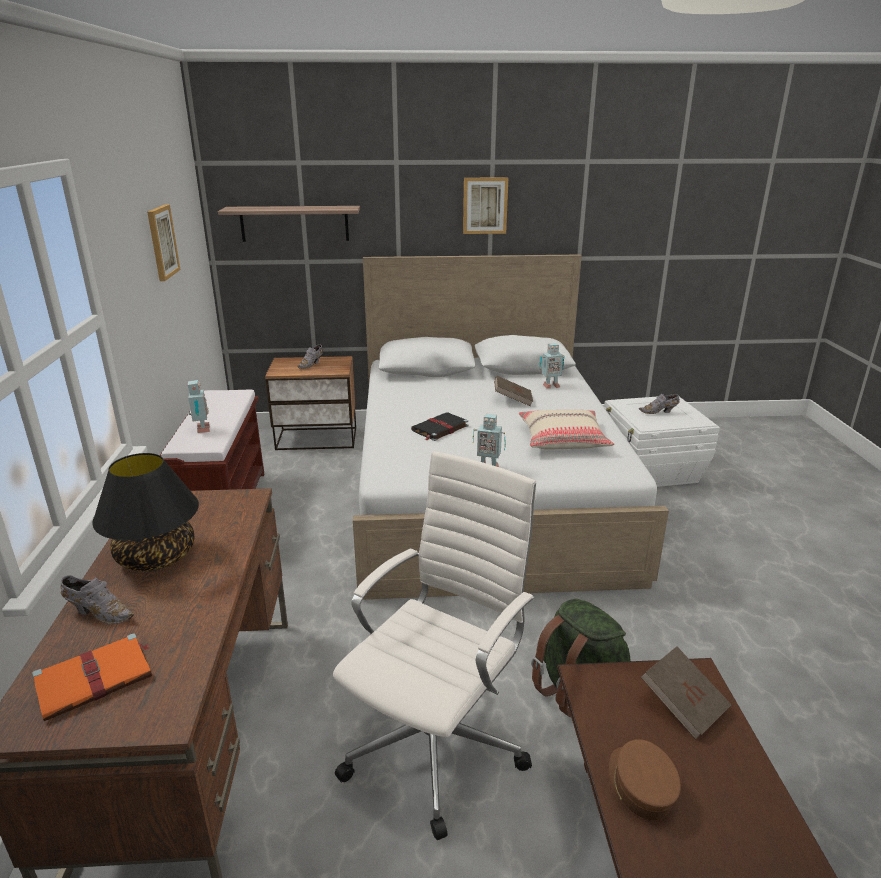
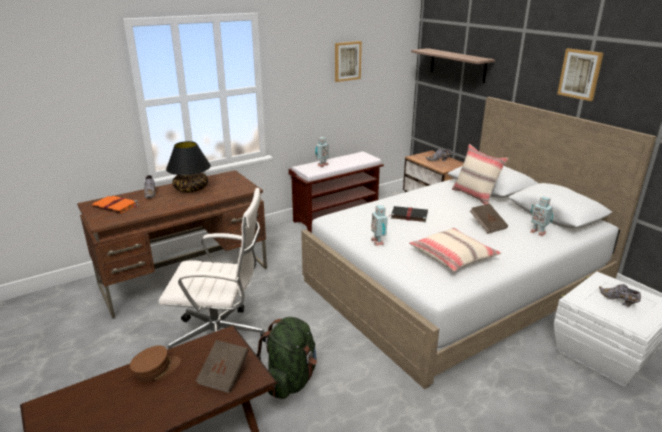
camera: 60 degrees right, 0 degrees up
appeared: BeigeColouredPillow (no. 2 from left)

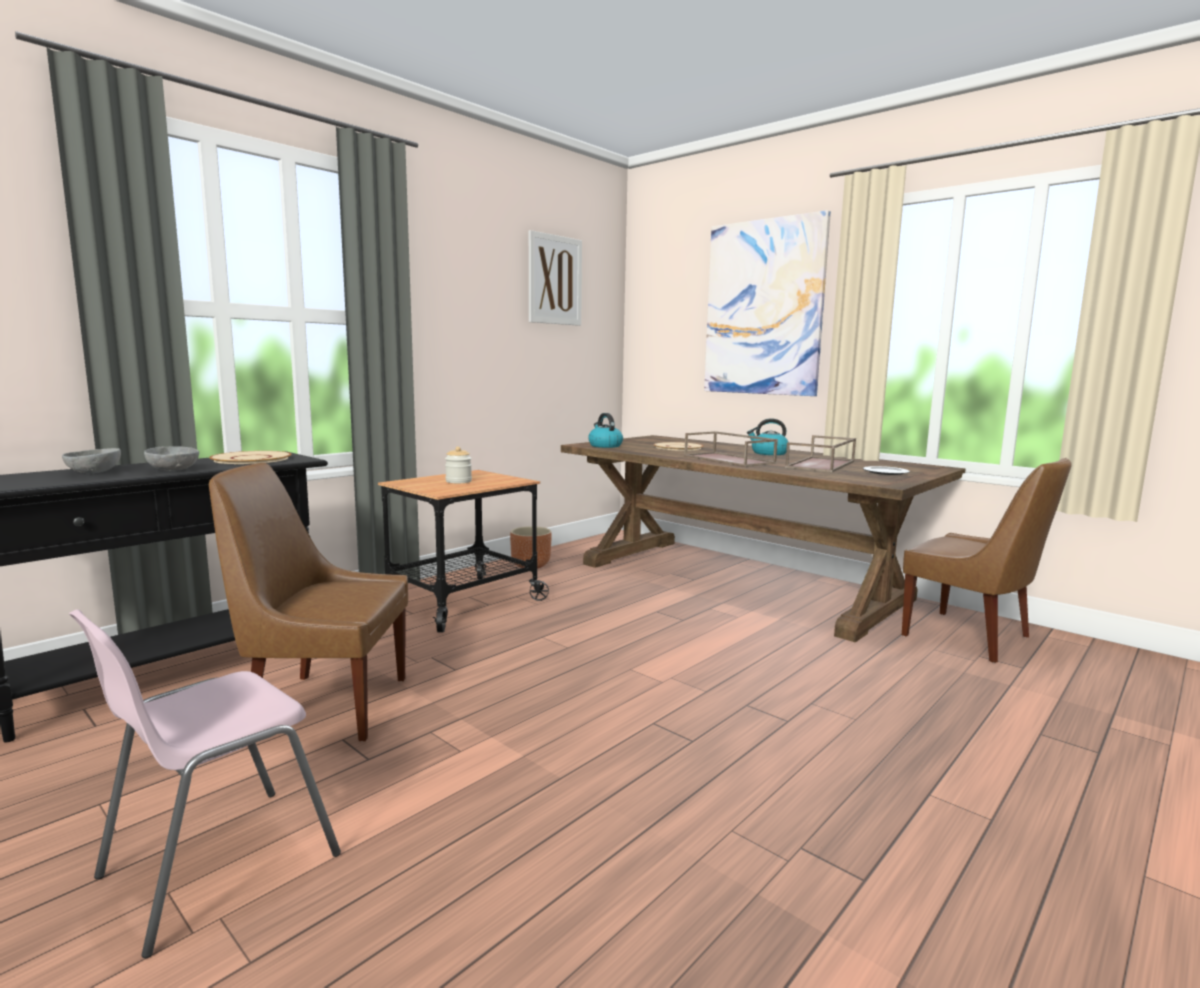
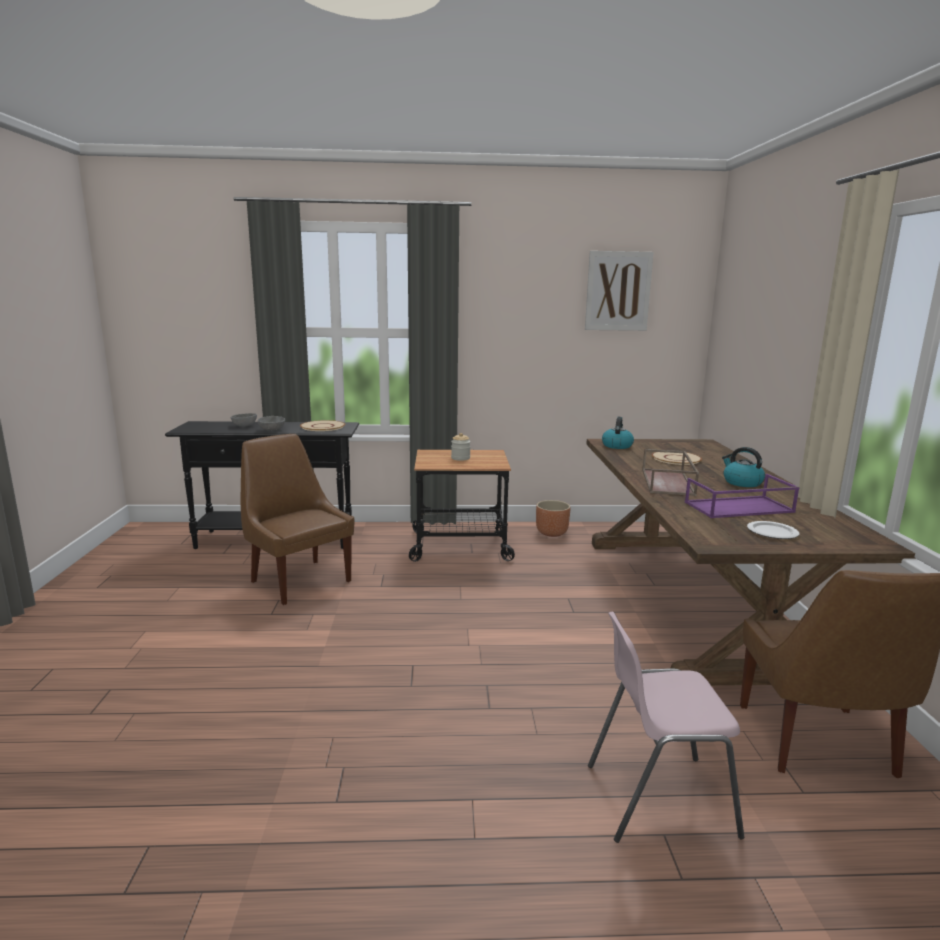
camera: 45 degrees right, 5 degrees up
missing: Picture (no. 2 from left)
relocated: PinkPlainChair
colour: BrownishServingTray (no. 2 from left) to PurpleServingTray

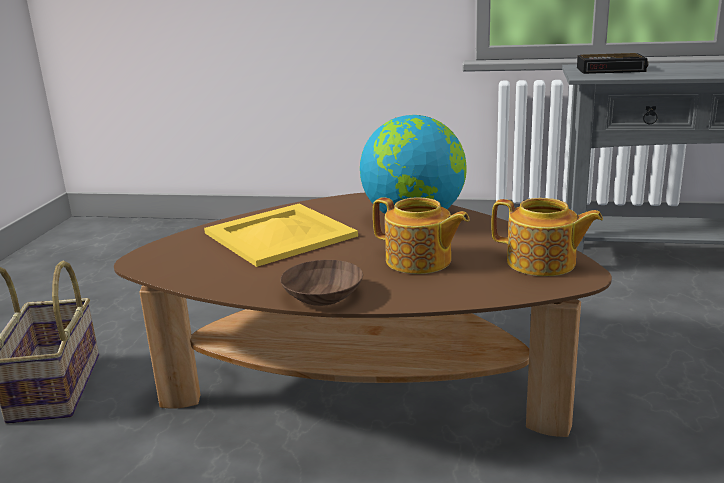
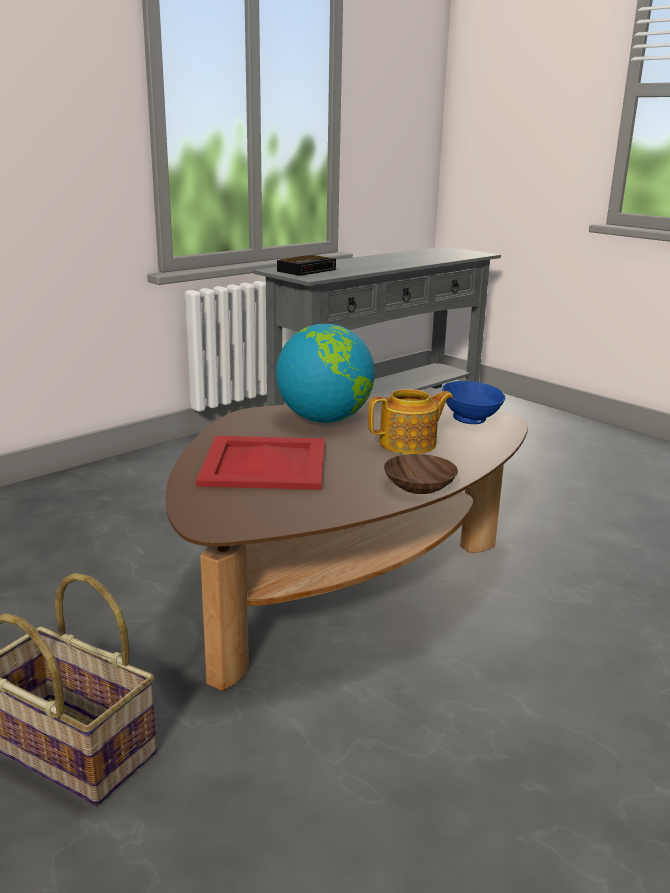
camera: 55 degrees left, 0 degrees up
exchanged: Teapot (no. 2 from left) to BlueDeepDish
colour: YellowServingTray to RedServingTray

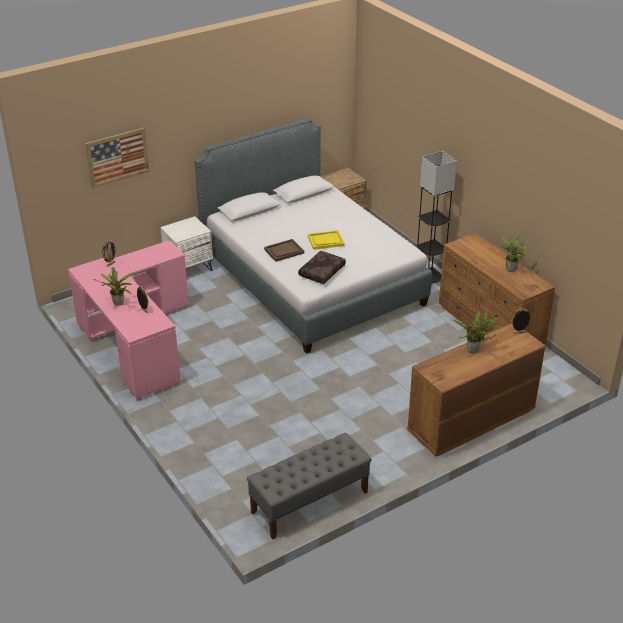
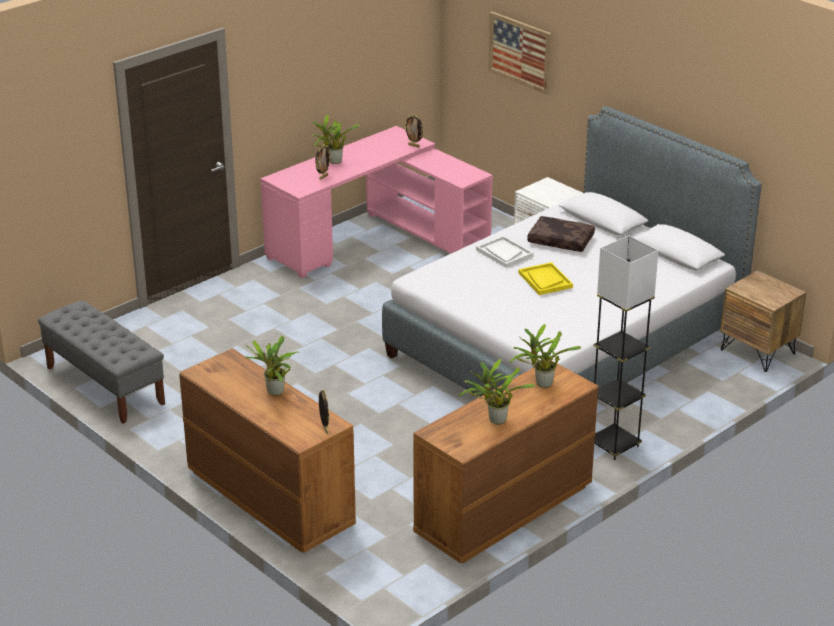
camera: 80 degrees right, 5 degrees down
appeared: PottedPlant (no. 4 from left)
relocated: BrownishPillow
colour: BrownishServingTray to WhiteServingTray

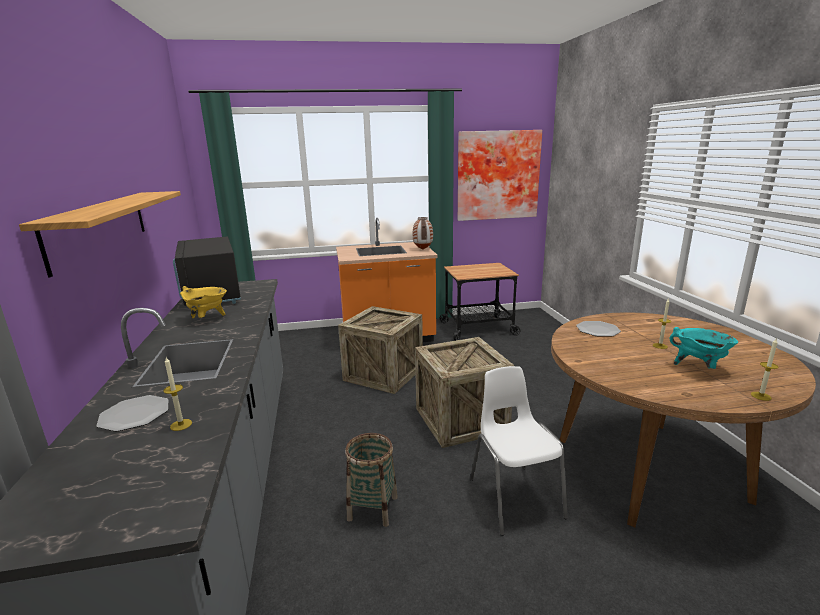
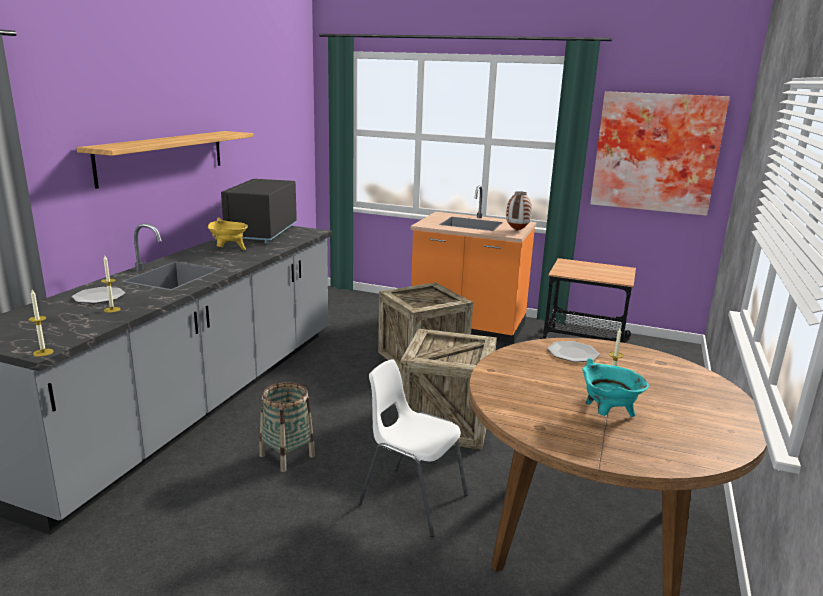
camera: 30 degrees right, 0 degrees up
relocated: WaxLight (no. 3 from left in the first image) to WaxLight (no. 1 from left)
spun: WhitePlainChair 75 degrees counterclockwise

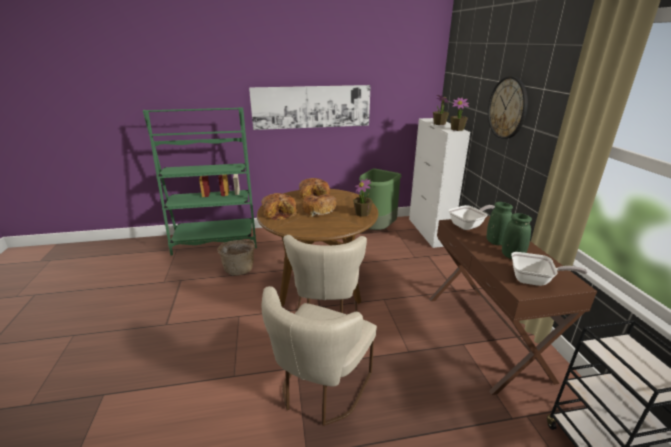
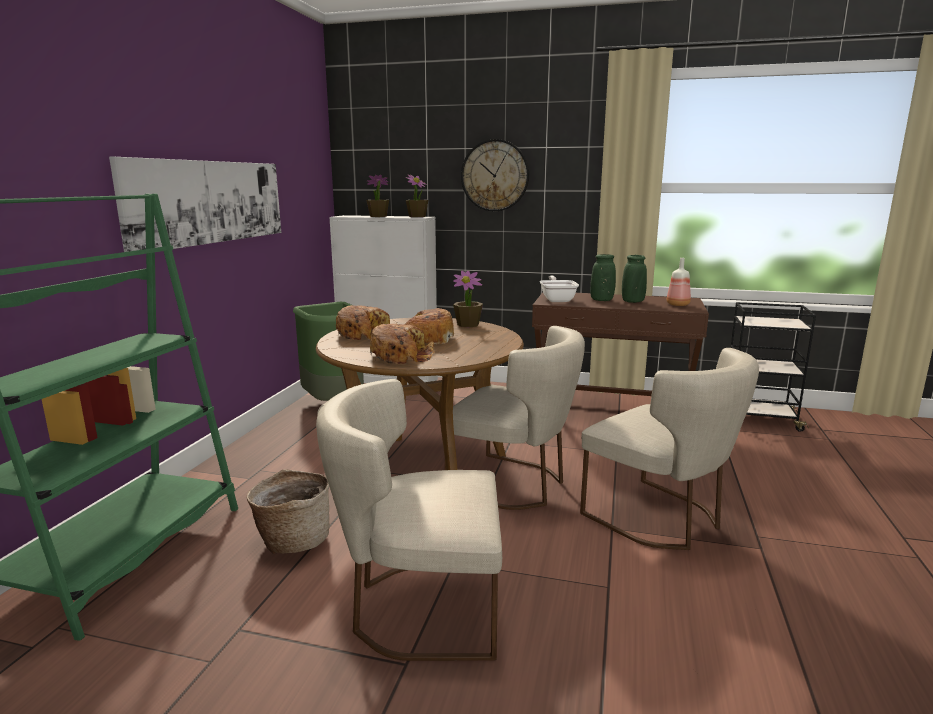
camera: 65 degrees left, 10 degrees down
appeared: BeigeColouredPlainChair (no. 1 from left)
exchanged: Skillet (no. 2 from left) to BeverageBottle

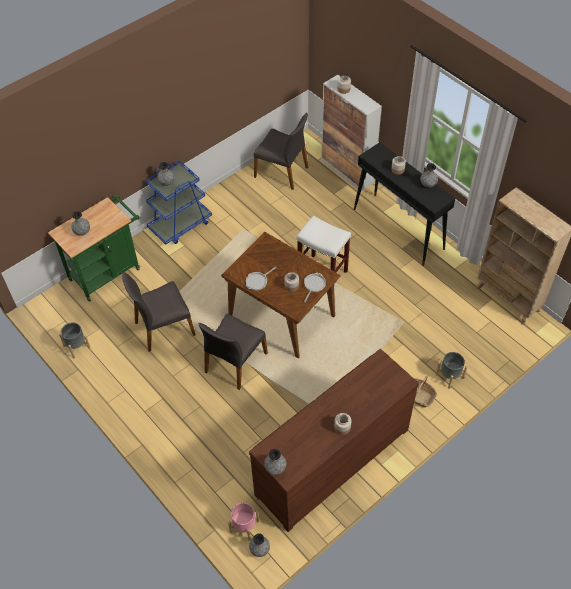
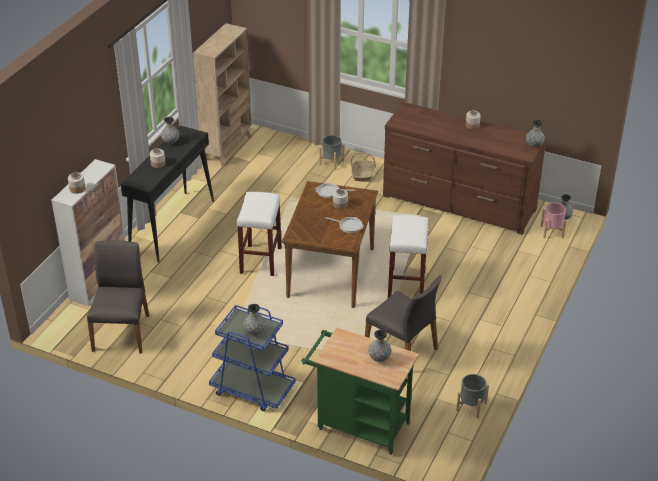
camera: 115 degrees left, 15 degrees down
exchanged: GreyishPlainChair (no. 2 from left) to WhiteSittingStool (no. 2 from left)

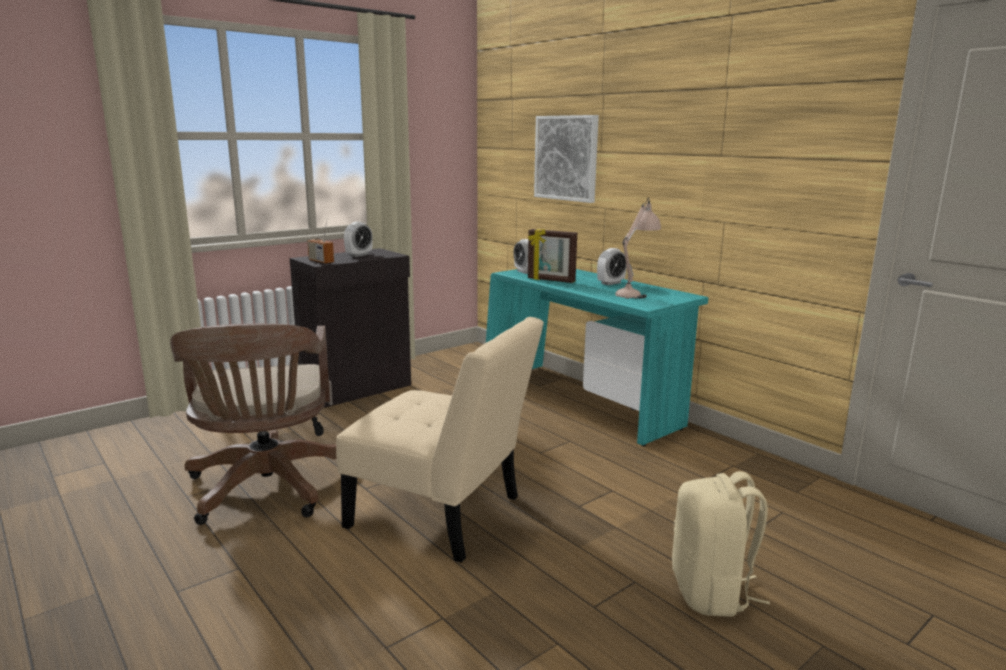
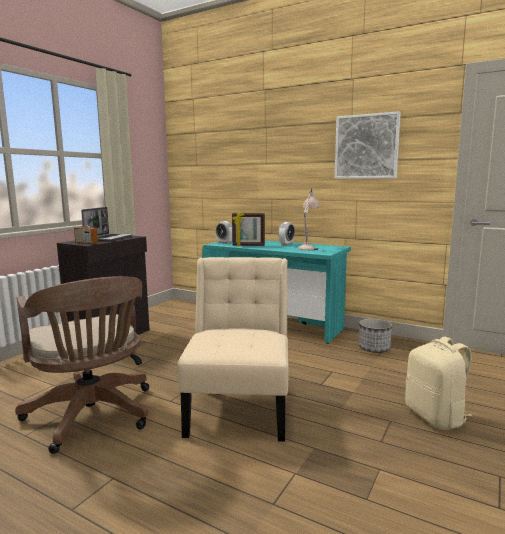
camera: 20 degrees left, 5 degrees down
appeared: FlowerPot
relocated: Picture
exchanged: BedsideClock (no. 1 from left) to Laptop
spun: BeigeColouredPlainChair 90 degrees counterclockwise

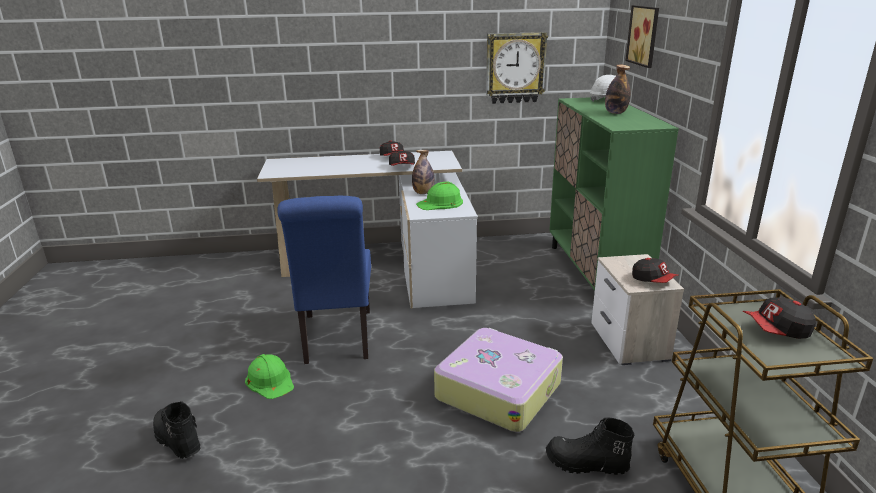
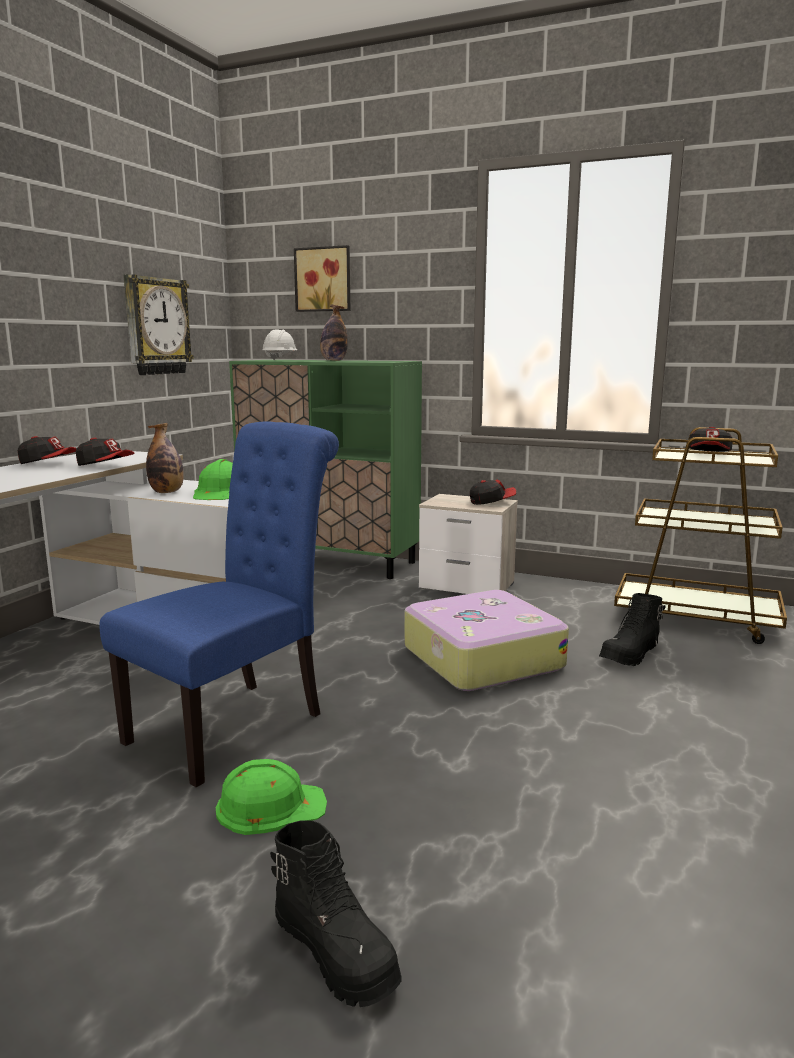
camera: 60 degrees left, 10 degrees down
spun: BlackColouredTallBoot (no. 1 from left) 120 degrees counterclockwise; BluePlainChair 75 degrees counterclockwise

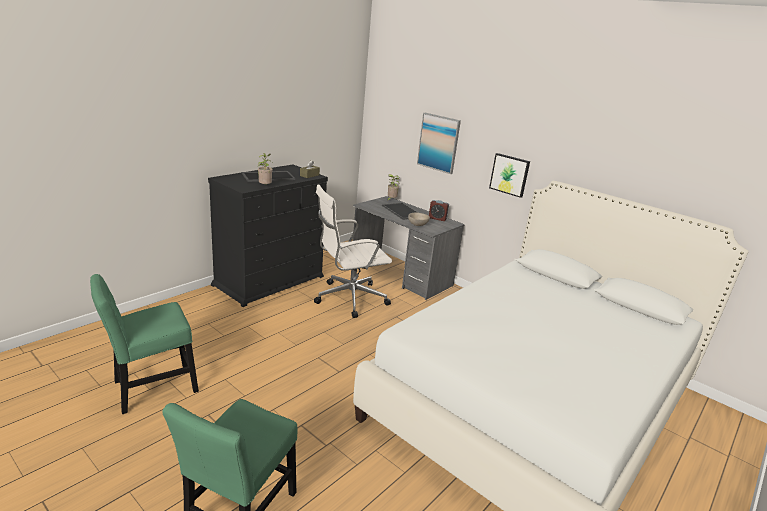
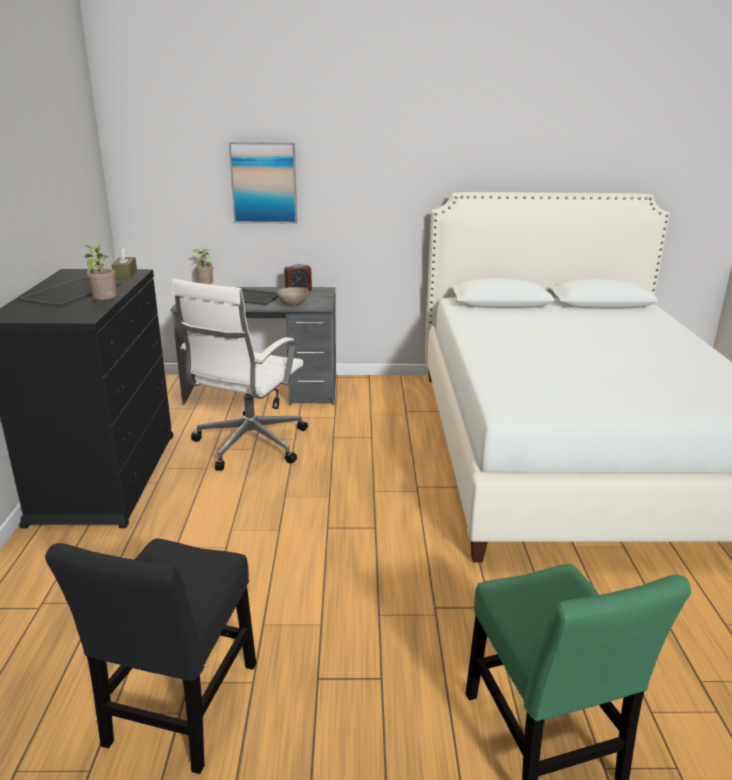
camera: 40 degrees left, 0 degrees up
missing: Picture (no. 2 from left)
colour: GreenishPlainChair (no. 1 from left) to BlackColouredPlainChair

